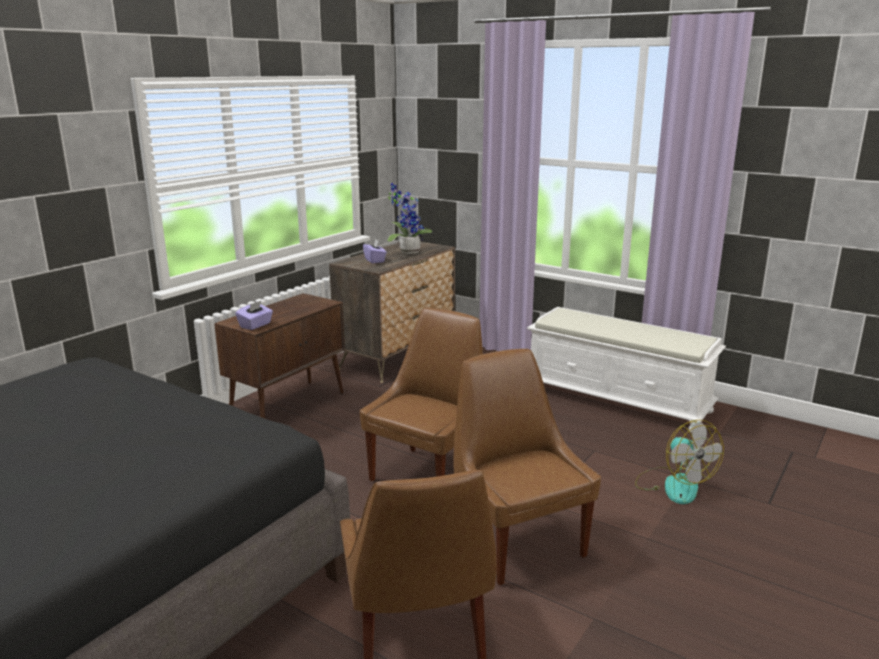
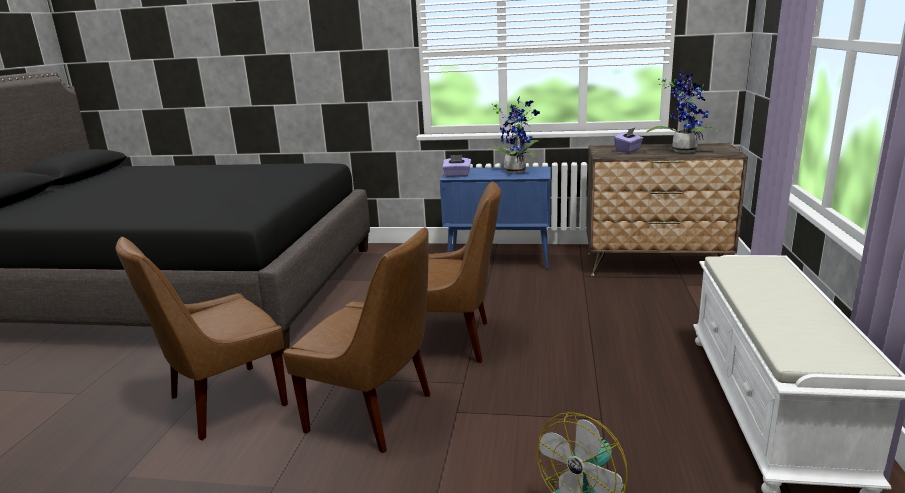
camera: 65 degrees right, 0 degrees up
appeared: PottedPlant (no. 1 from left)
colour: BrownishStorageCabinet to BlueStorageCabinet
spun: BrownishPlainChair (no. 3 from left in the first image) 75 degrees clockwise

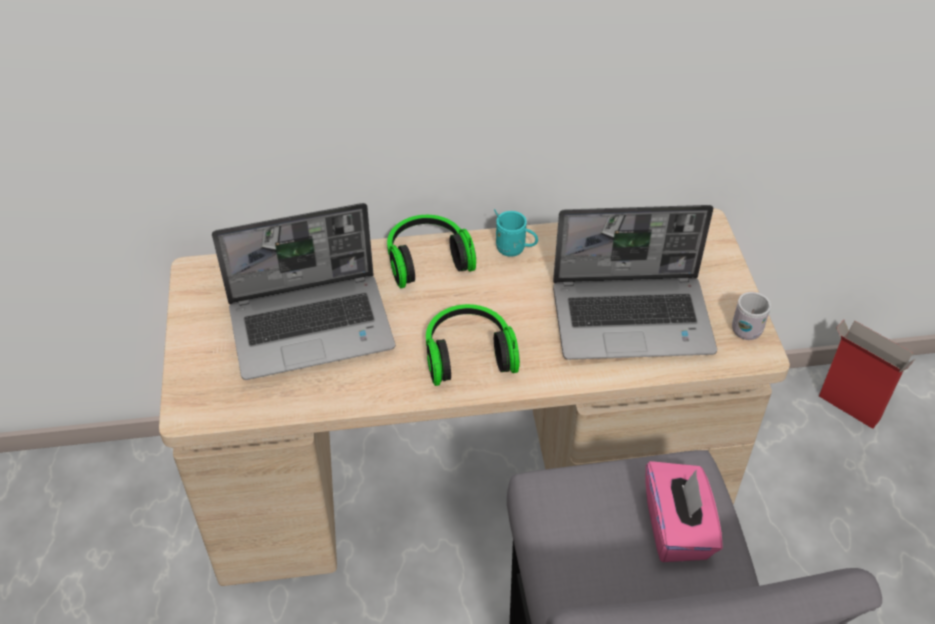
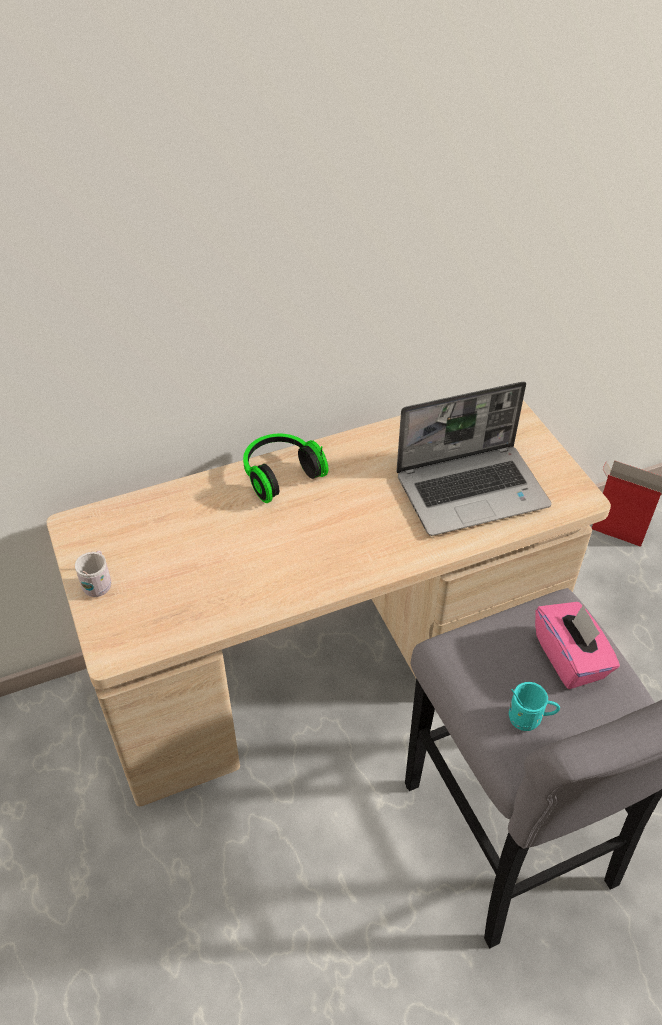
camera: 15 degrees left, 0 degrees up
missing: Laptop (no. 1 from left); Headset (no. 2 from left)
relocated: BlueGreenMug; WhiteMug

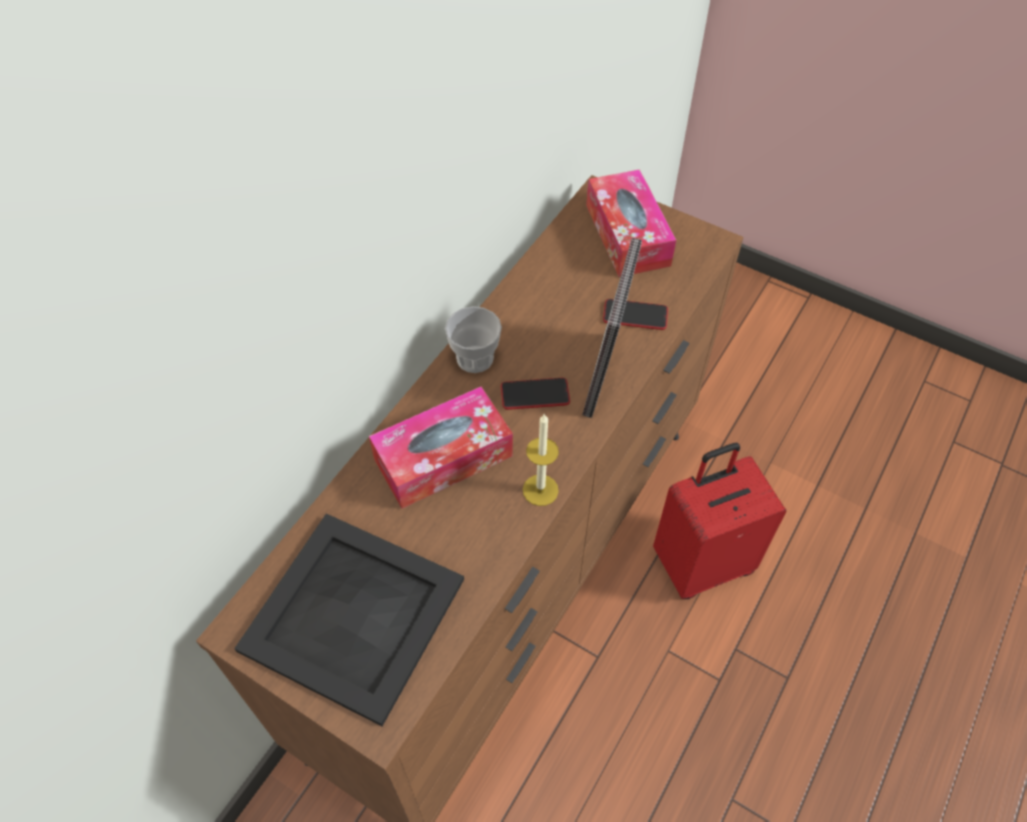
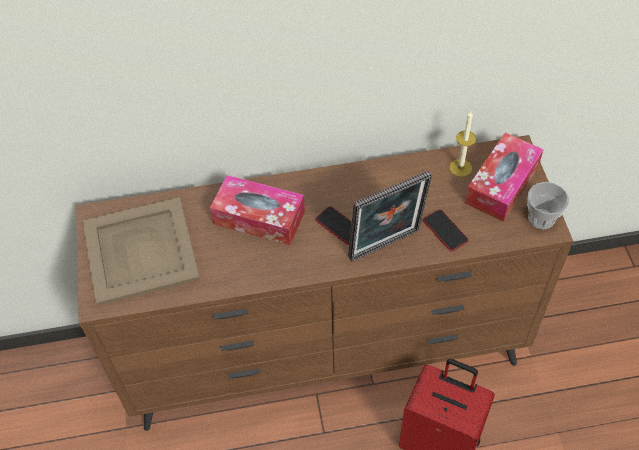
camera: 50 degrees right, 0 degrees up
relocated: DrinkingCup; WaxLight
colour: BlackColouredServingTray to BeigeColouredServingTray

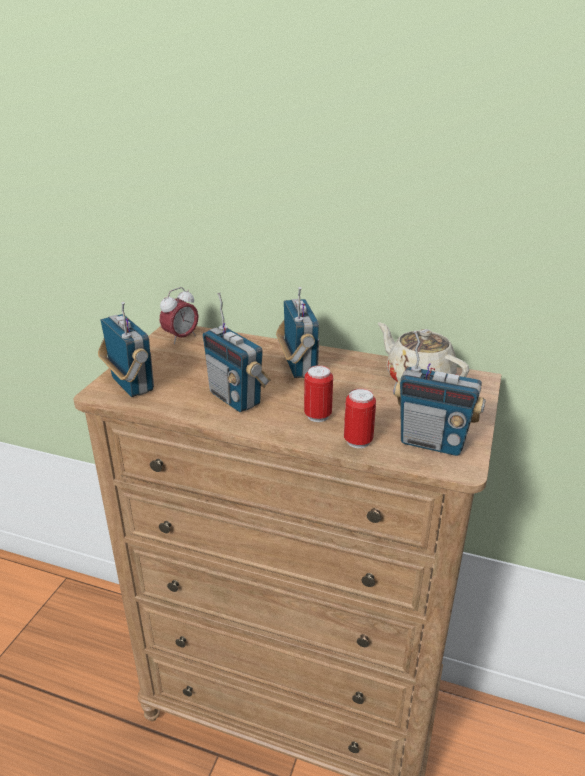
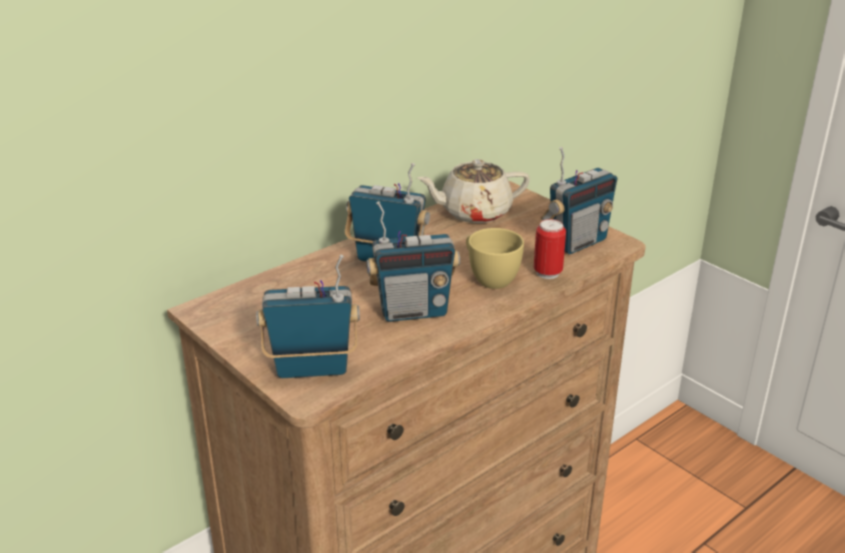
camera: 60 degrees left, 0 degrees up
missing: BedsideClock
exchanged: SealedCan (no. 1 from left) to YellowDrinkingCup

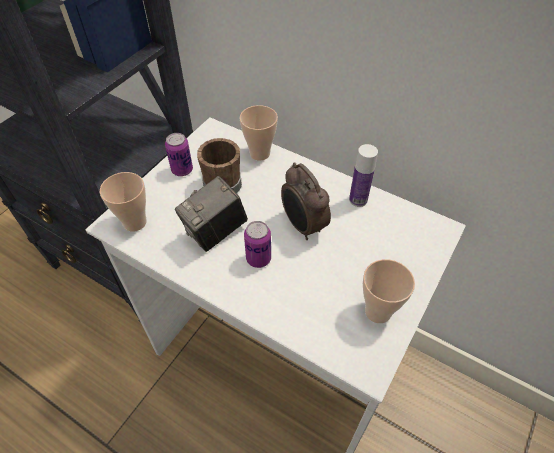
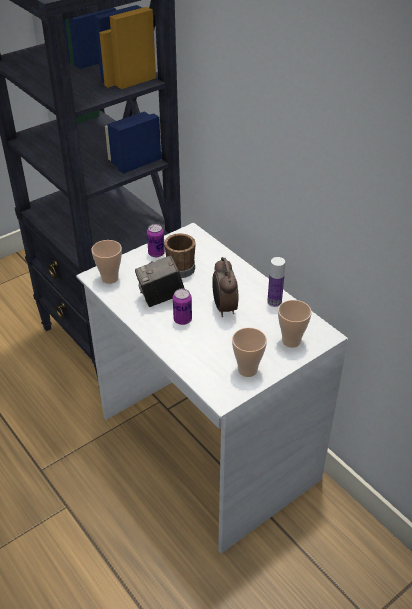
camera: 20 degrees right, 10 degrees down
relocated: DrinkingCup (no. 2 from left in the first image) to DrinkingCup (no. 3 from left)

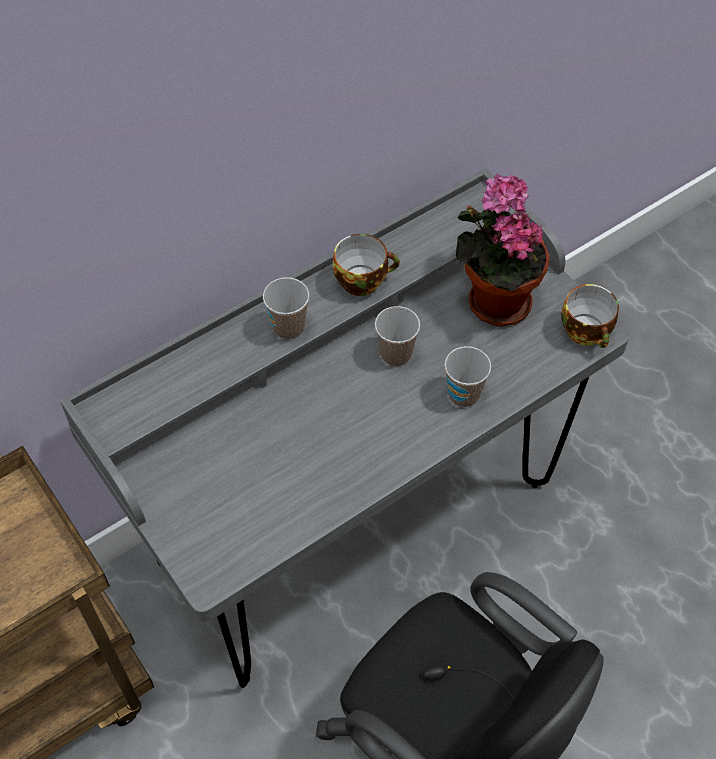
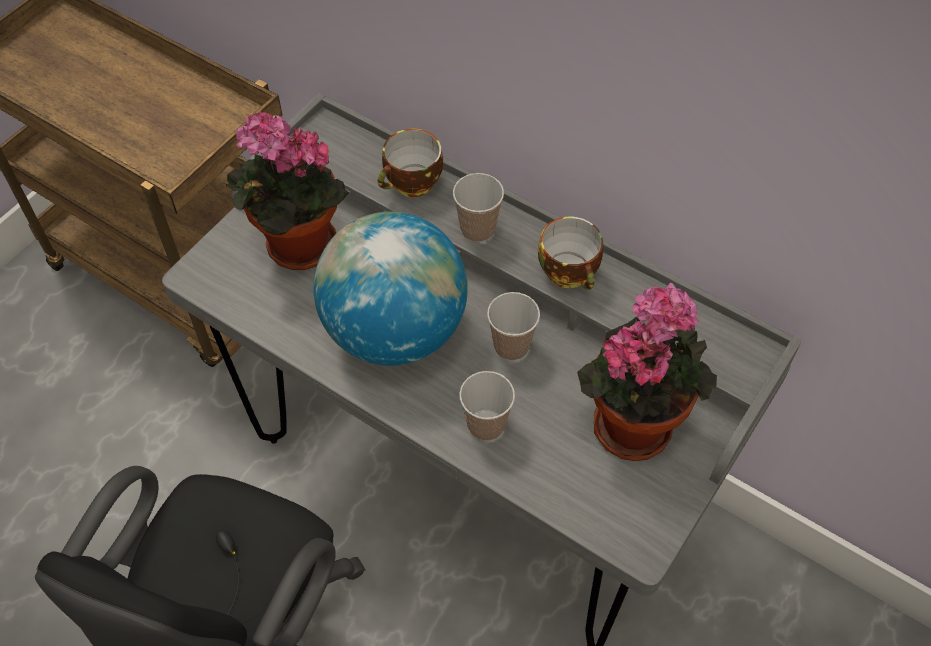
camera: 70 degrees right, 0 degrees up
appeared: PottedPlant (no. 1 from left); DeskGlobe
relocated: DrinkingCup (no. 5 from left in the first image) to DrinkingCup (no. 1 from left)

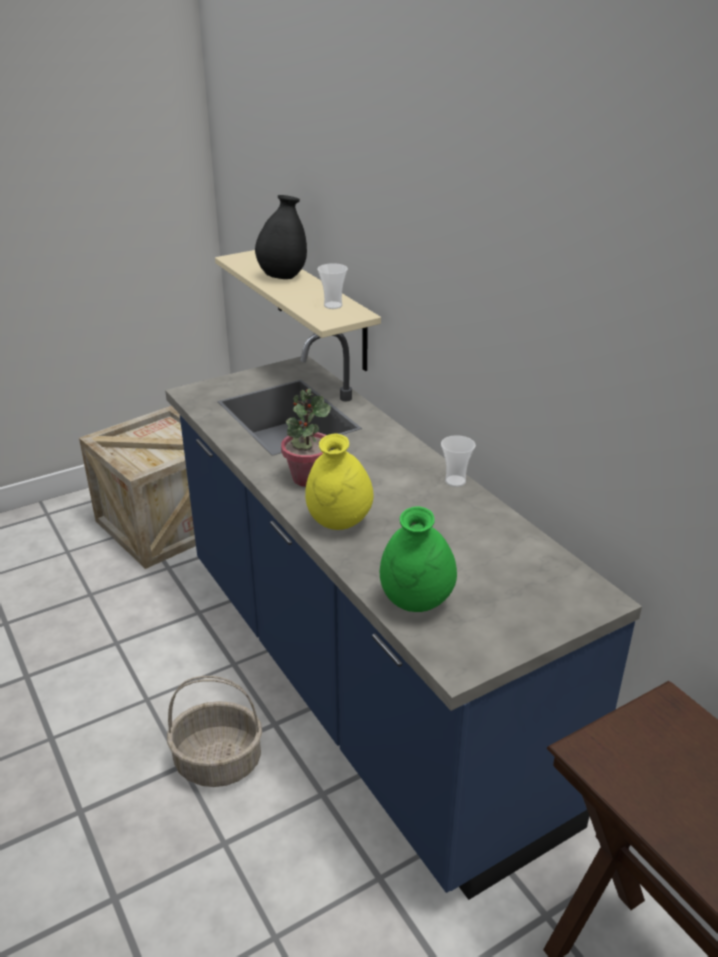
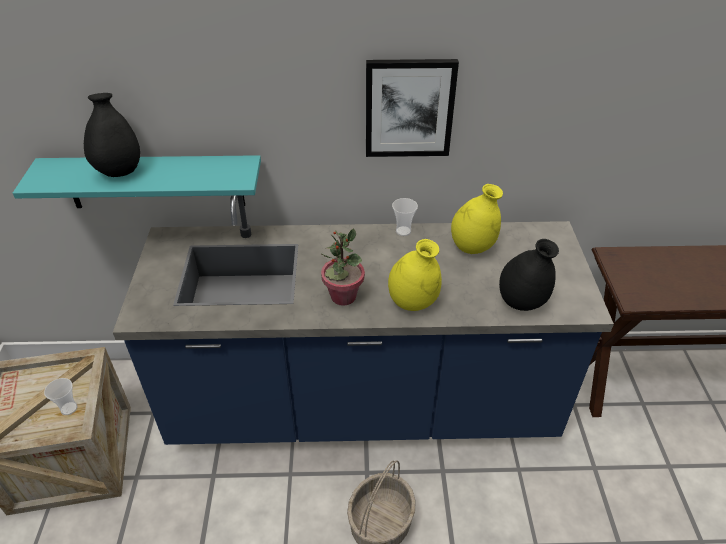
camera: 60 degrees left, 10 degrees up
appeared: Picture; YellowDecorativeVase (no. 2 from left)
relocated: DrinkingCup (no. 1 from left)
colour: BeigeColouredShelf to BlueGreenShelf; GreenishDecorativeVase to BlackColouredDecorativeVase (no. 2 from left)

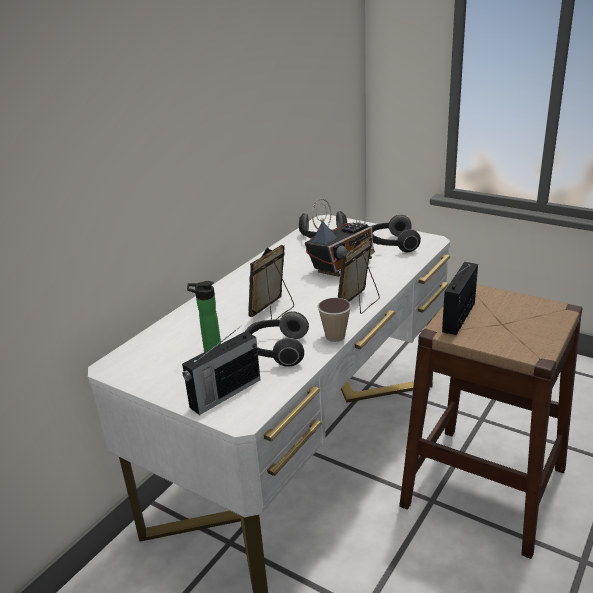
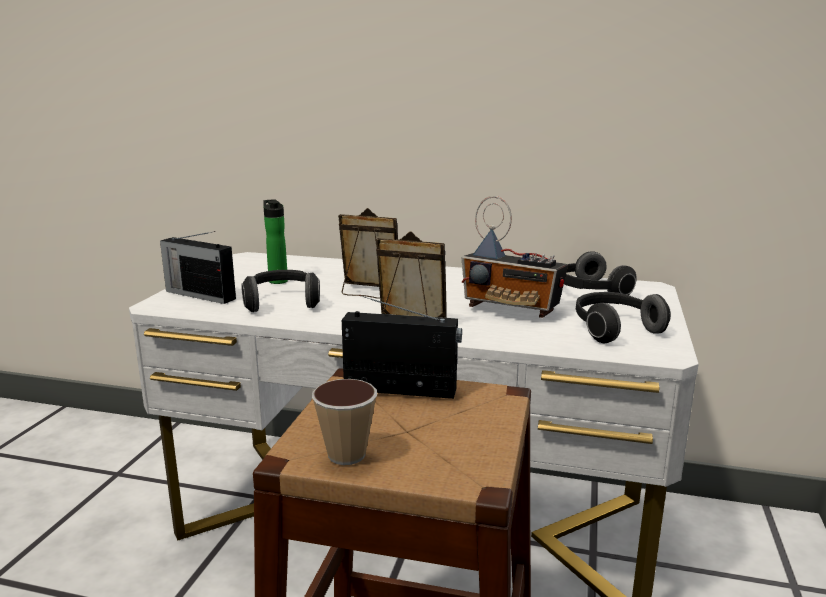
camera: 70 degrees right, 10 degrees down
relocated: DrinkingCup

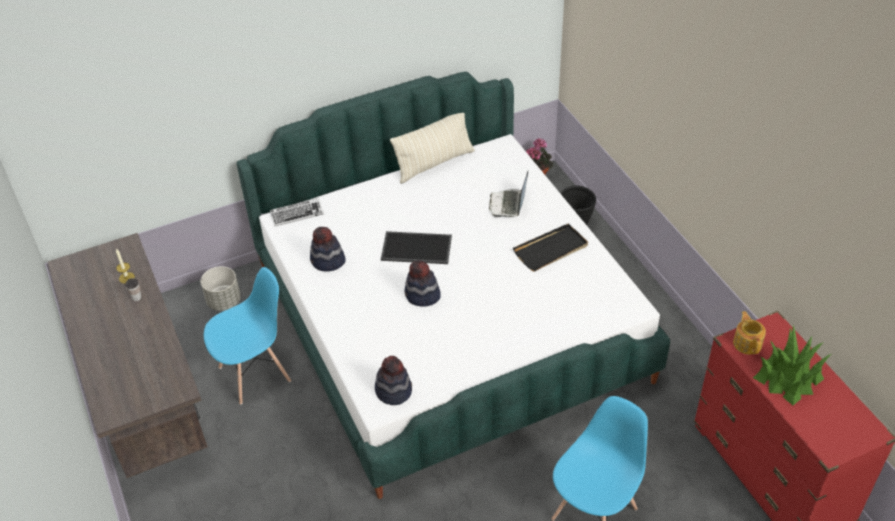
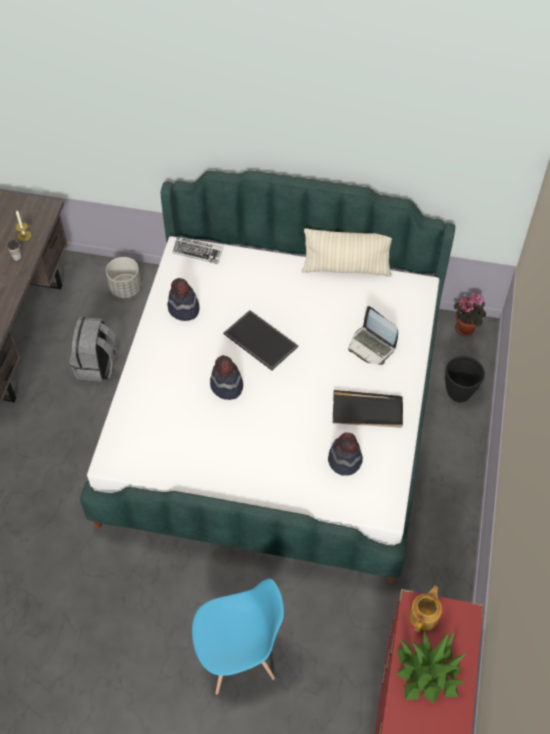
camera: 35 degrees right, 10 degrees up
relocated: ClothingHat (no. 2 from left in the first image) to ClothingHat (no. 3 from left)
exchanged: BluePlainChair (no. 1 from left) to GreyishKnapsack
spun: Laptop 90 degrees counterclockwise

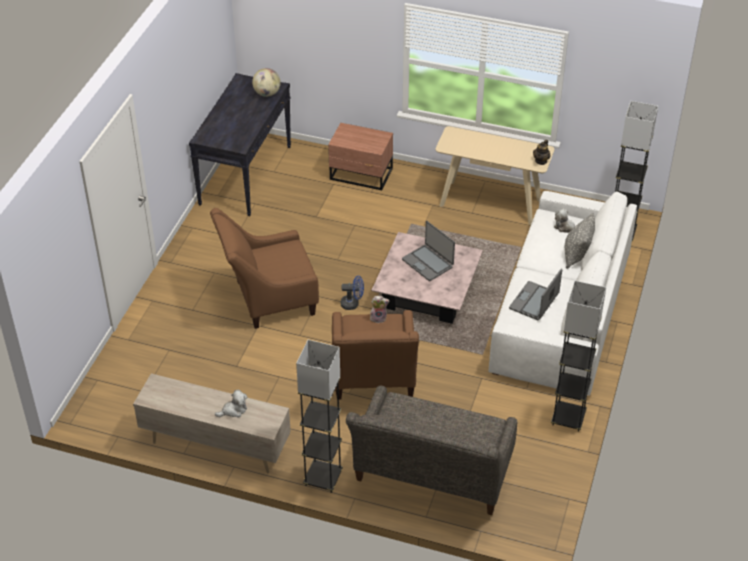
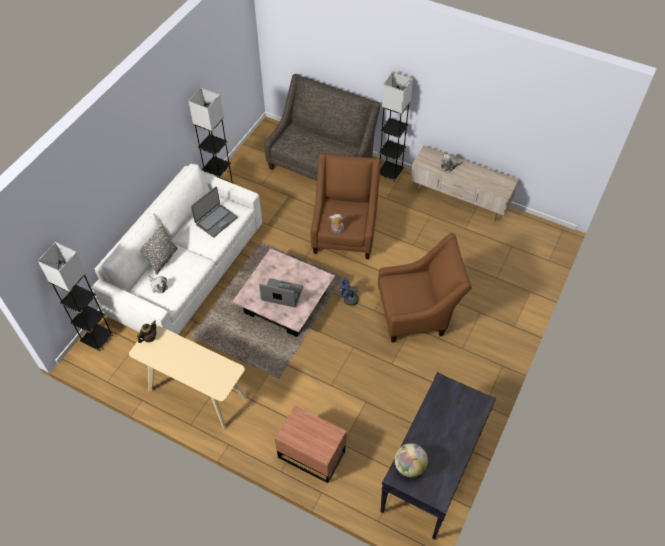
camera: 170 degrees left, 10 degrees up
spun: Laptop (no. 1 from left in the first image) 45 degrees counterclockwise

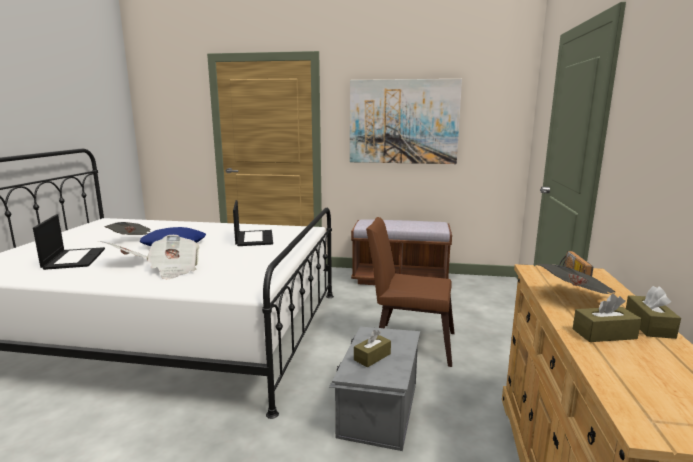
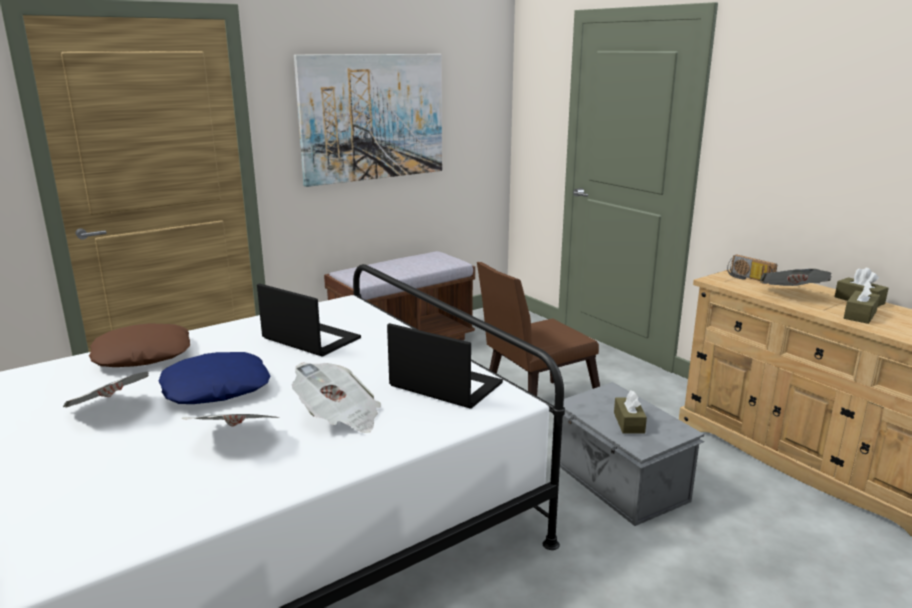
camera: 45 degrees left, 5 degrees up
appeared: BrownishPillow
relocated: Laptop (no. 1 from left in the first image) to Laptop (no. 2 from left)

